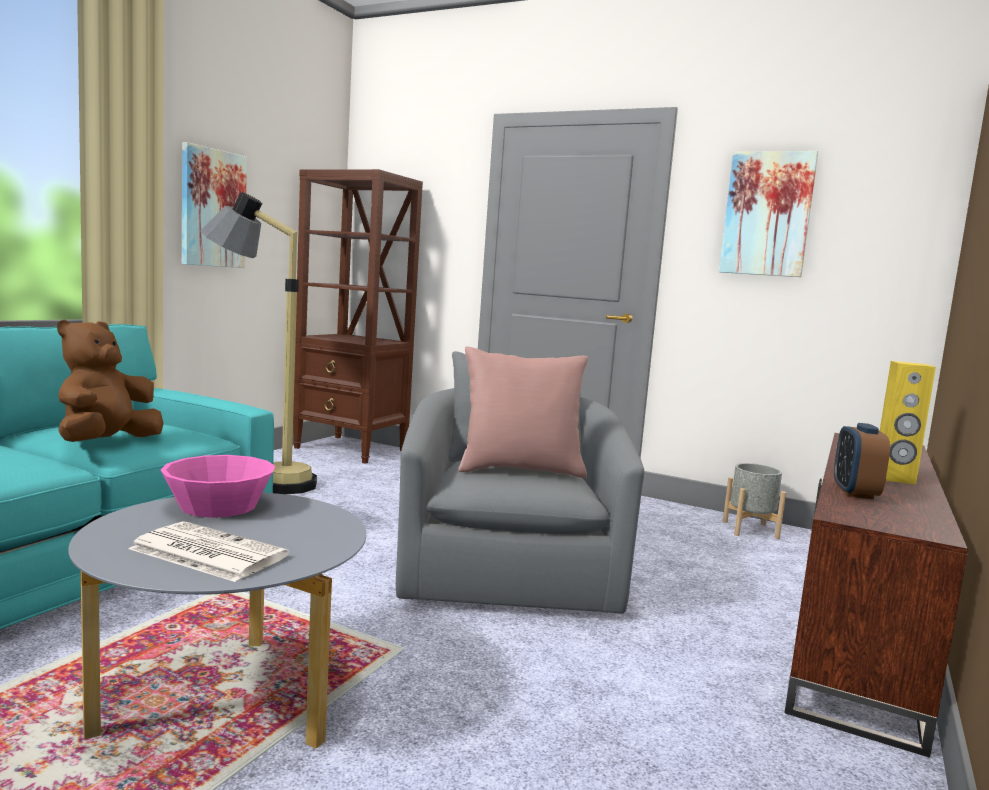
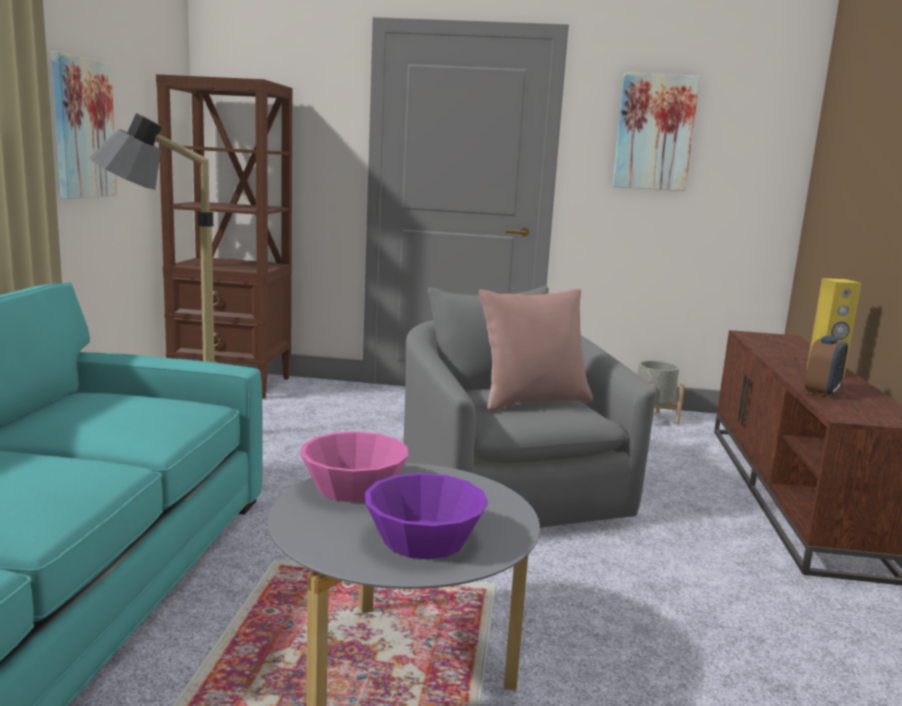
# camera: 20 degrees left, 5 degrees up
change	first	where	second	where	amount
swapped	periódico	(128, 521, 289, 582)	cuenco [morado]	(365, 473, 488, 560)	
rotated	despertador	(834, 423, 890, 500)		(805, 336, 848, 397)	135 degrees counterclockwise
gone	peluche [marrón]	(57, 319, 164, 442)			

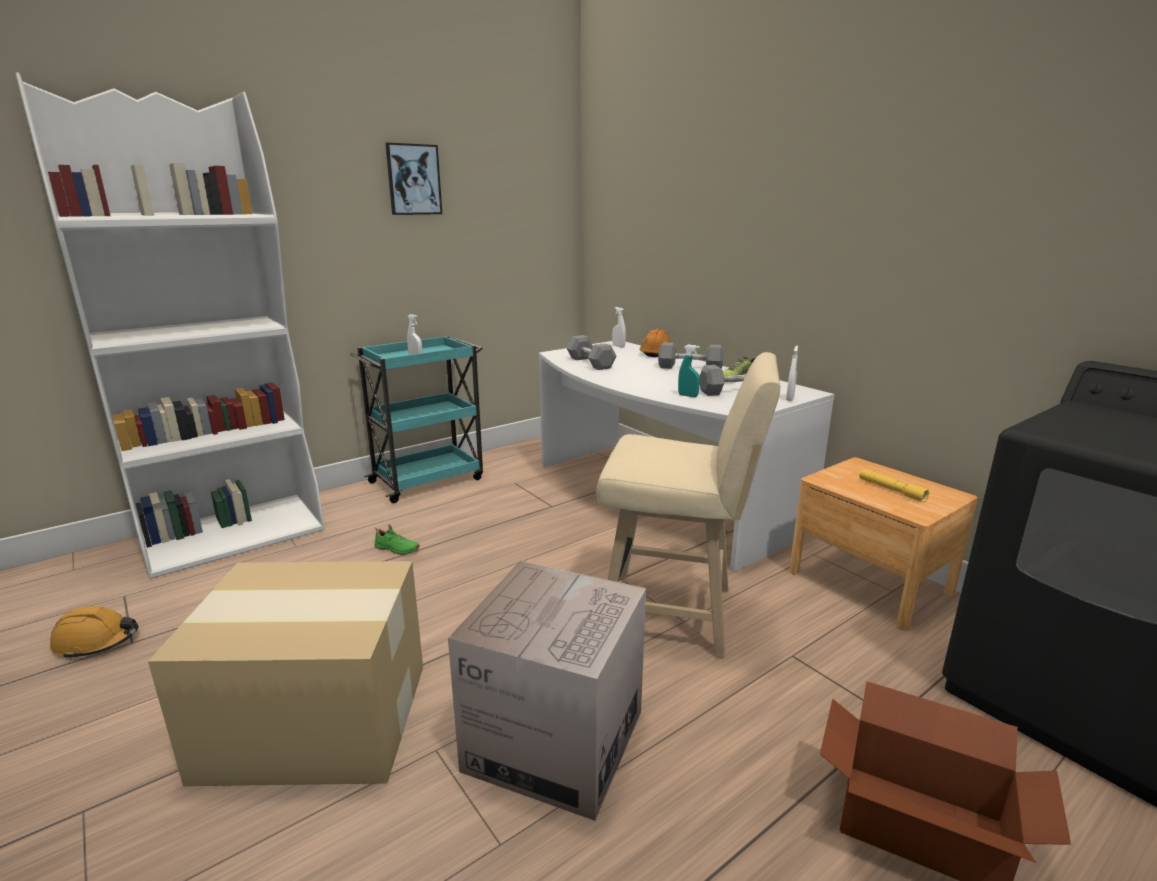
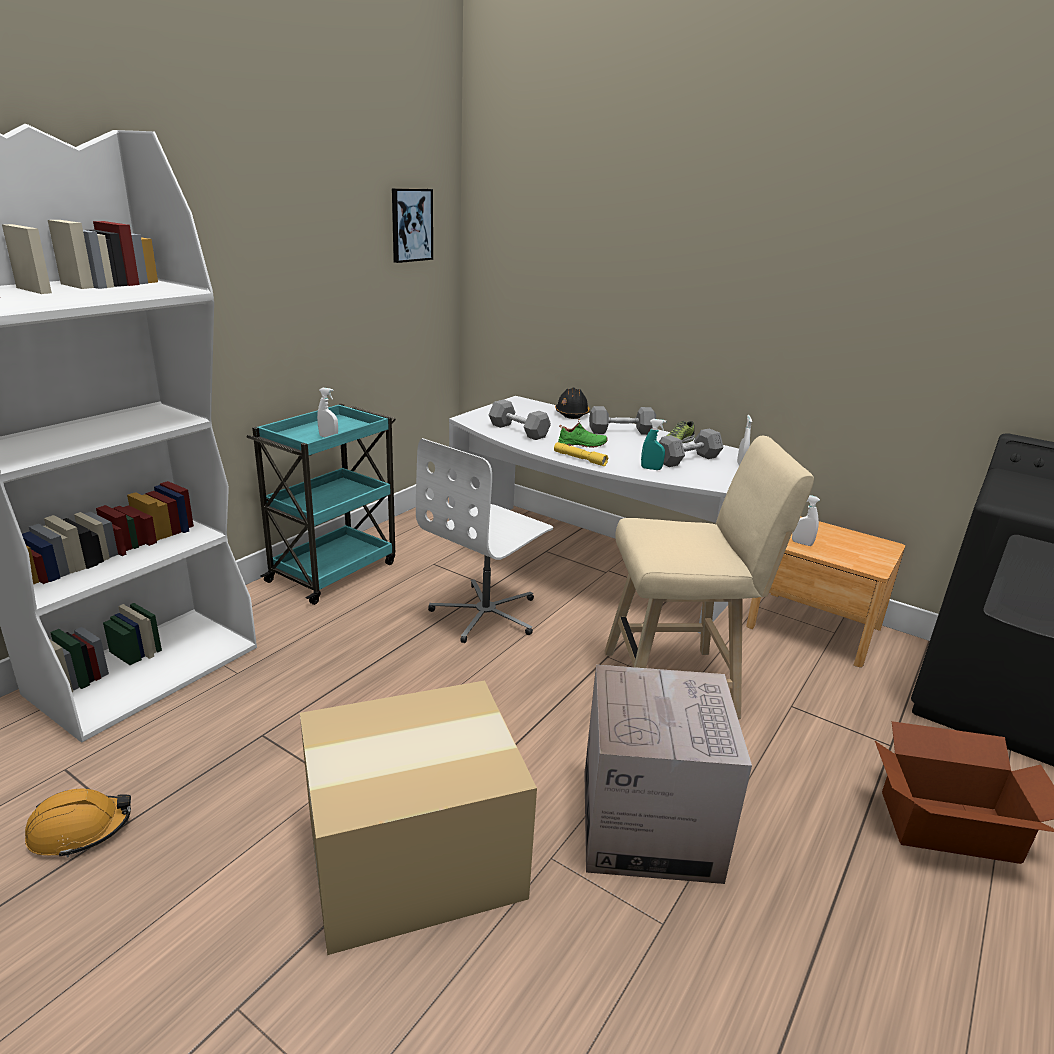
# camera: 20 degrees left, 5 degrees up
change	first	where	second	where	amount
shifted	cuadro	(385, 142, 442, 215)		(392, 188, 433, 263)	
new			silla de oficina [blanco]	(416, 438, 553, 643)	
shifted	linterna [amarillo]	(860, 469, 930, 503)		(554, 442, 608, 467)	
repainted	casco [naranja]	(640, 329, 671, 357)	casco [negro]	(555, 388, 590, 419)	
shifted	zapato [verde]	(374, 524, 420, 555)		(558, 419, 608, 448)	
shifted	pulverizador [blanco]	(612, 307, 626, 348)		(792, 495, 820, 546)	

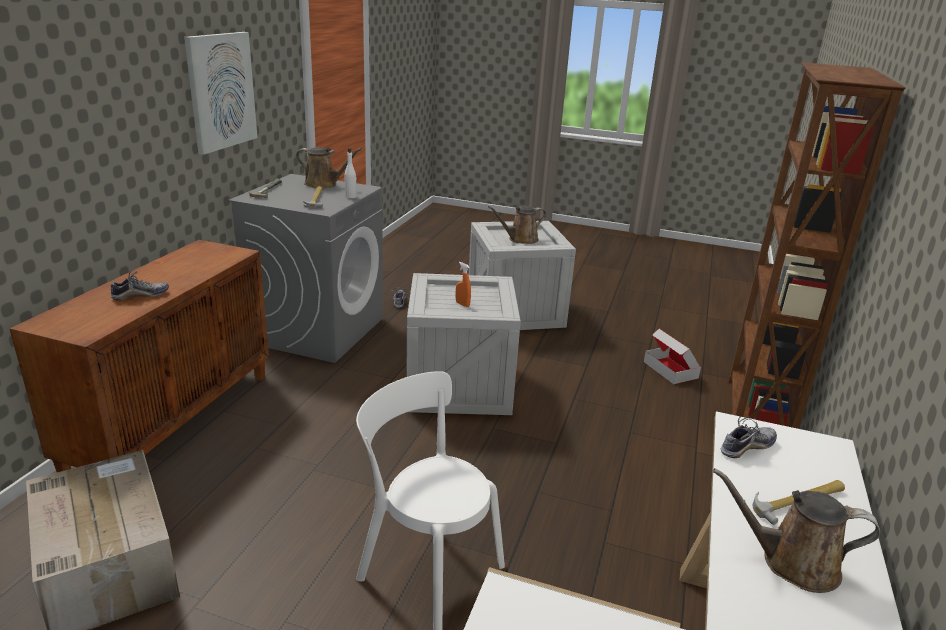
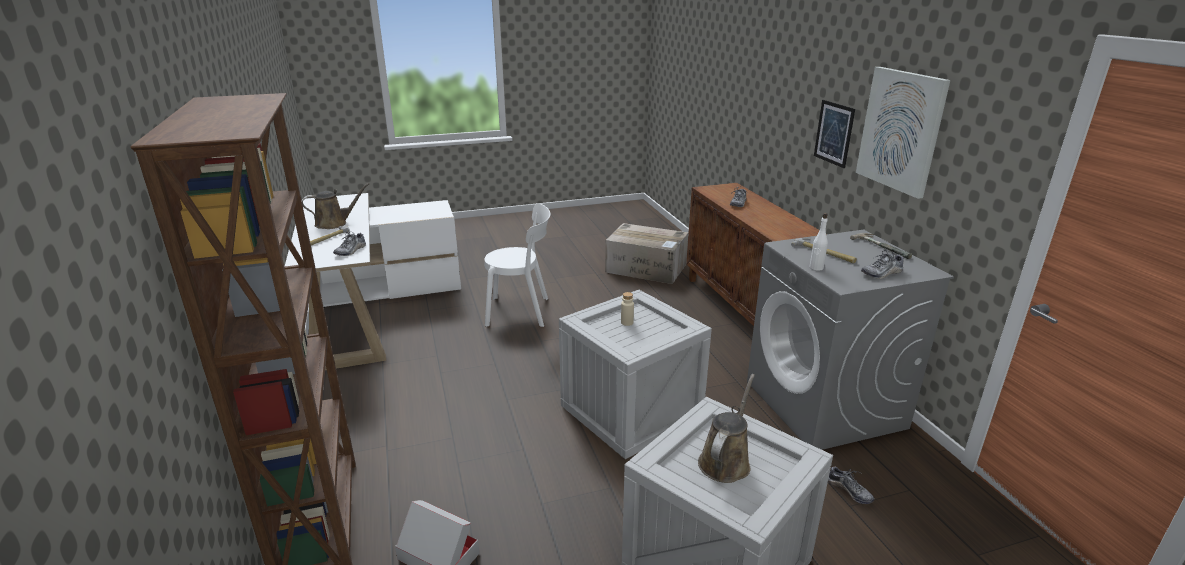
# camera: 145 degrees right, 0 degrees up
change	first	where	second	where	amount
swapped	pulverizador [naranja]	(456, 262, 471, 307)	botella [beis]	(621, 292, 634, 326)	
new			cuadro	(814, 100, 855, 168)	
swapped	regadera [marrón]	(296, 147, 362, 188)	zapato	(861, 250, 904, 279)	

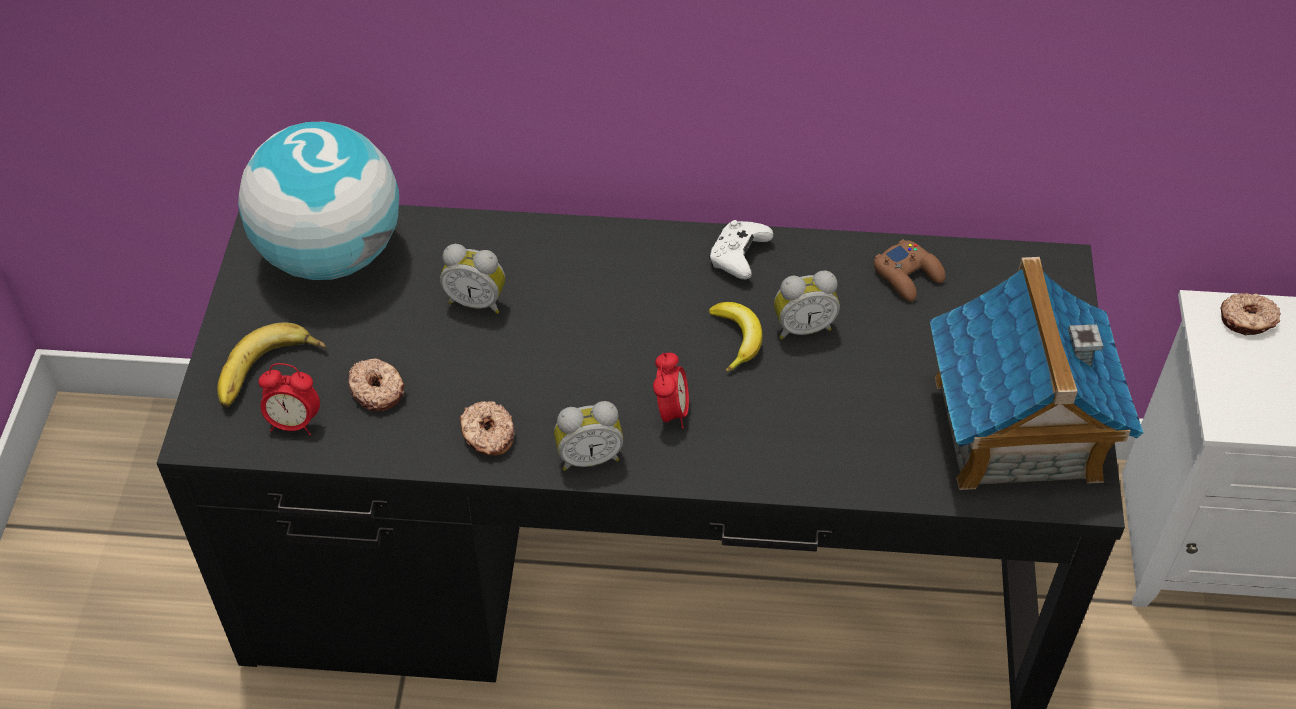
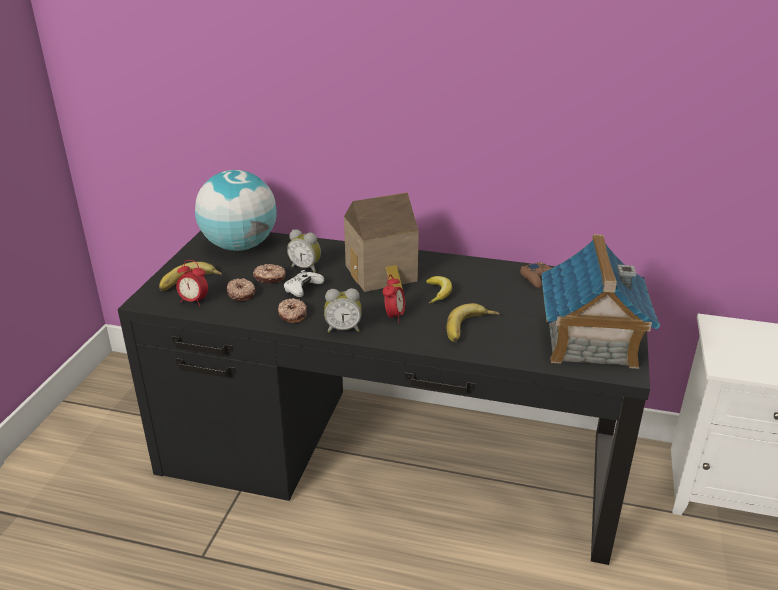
# camera: 10 degrees right, 20 degrees down
change	first	where	second	where	amount
shifted	rosquilla	(1220, 293, 1281, 335)		(253, 264, 286, 283)	
shifted	mando de consola [blanco]	(709, 220, 773, 280)		(283, 270, 324, 297)	
new			casita	(344, 192, 419, 292)	
new			plátano	(447, 303, 500, 342)	
gone	despertador	(774, 271, 840, 339)			

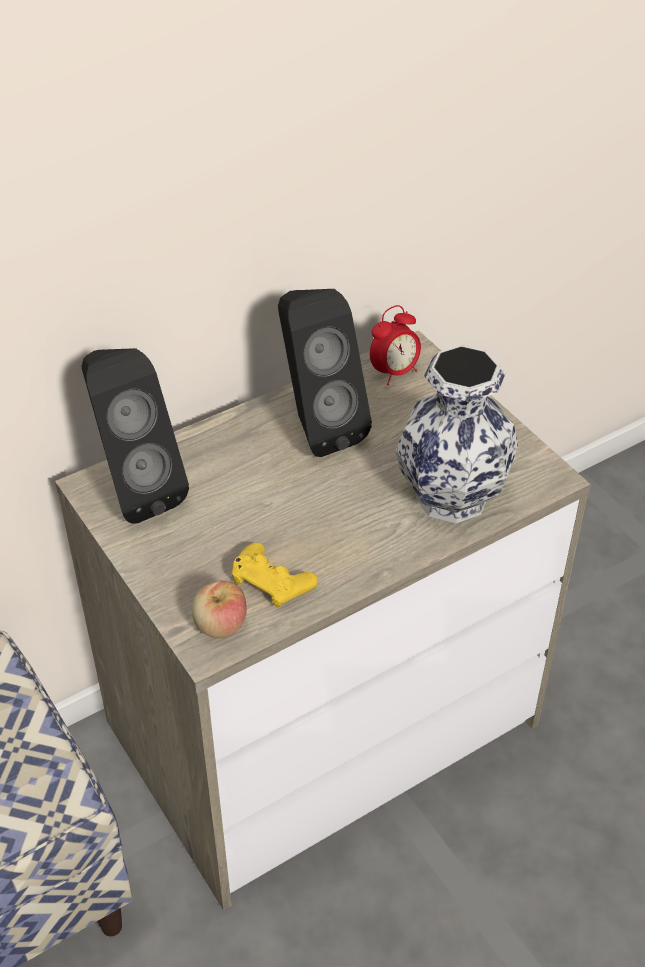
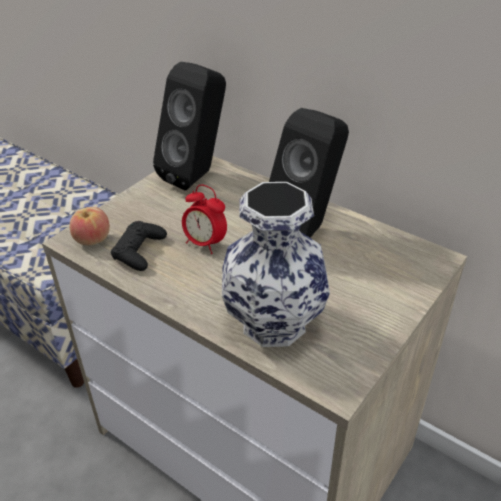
# camera: 70 degrees right, 5 degrees down
change	first	where	second	where	amount
repainted	mando de consola [amarillo]	(232, 543, 318, 608)	mando de consola [negro]	(111, 221, 167, 271)	
shifted	despertador	(370, 305, 421, 385)		(182, 185, 227, 254)	

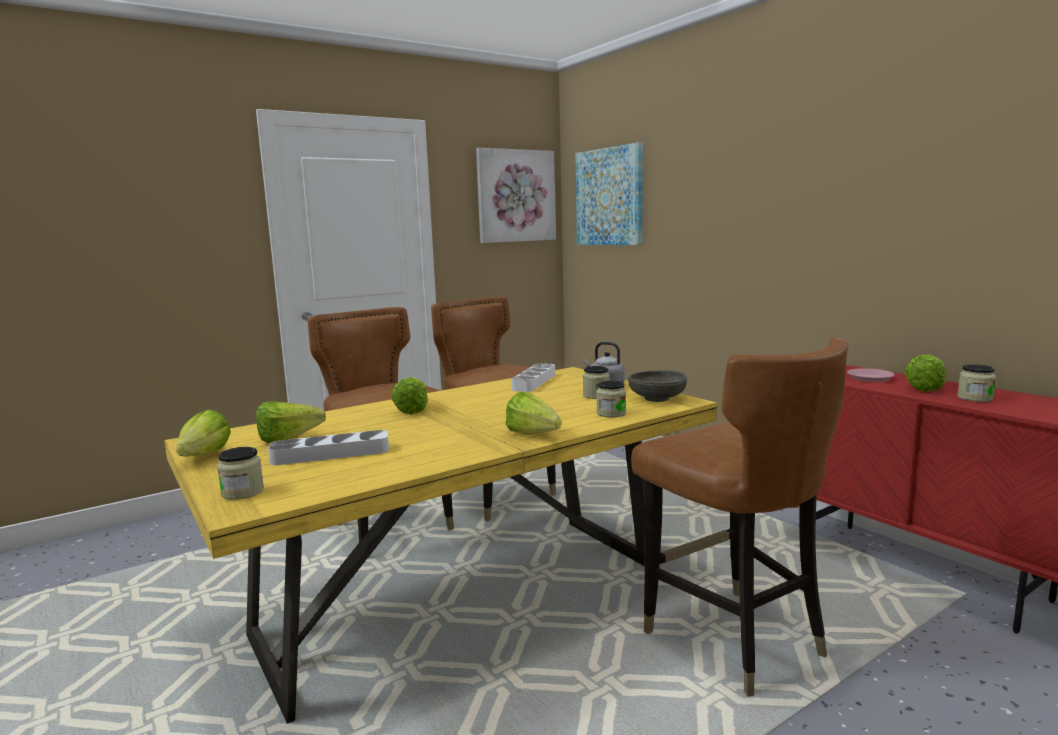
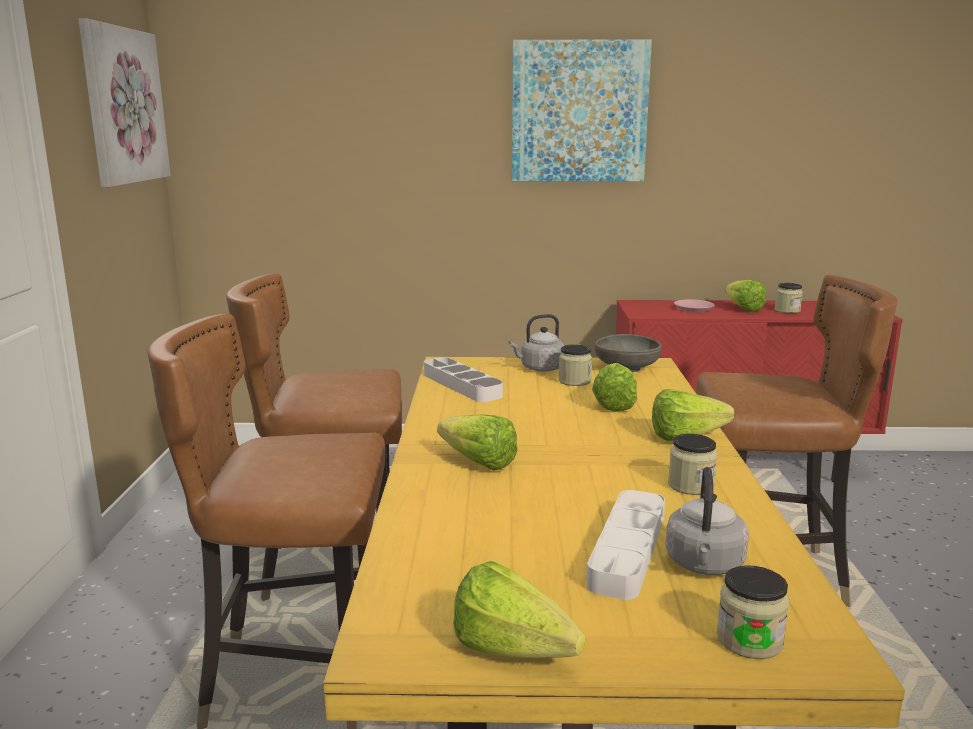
# camera: 55 degrees left, 5 degrees up
change	first	where	second	where	amount
shifted	cuadro	(575, 142, 643, 245)		(512, 40, 652, 181)	
shifted	lechuga	(256, 402, 326, 443)		(592, 363, 637, 412)	
new			hervidor [gris]	(665, 467, 749, 575)	
shifted	tarro	(596, 380, 626, 418)		(668, 434, 717, 495)	

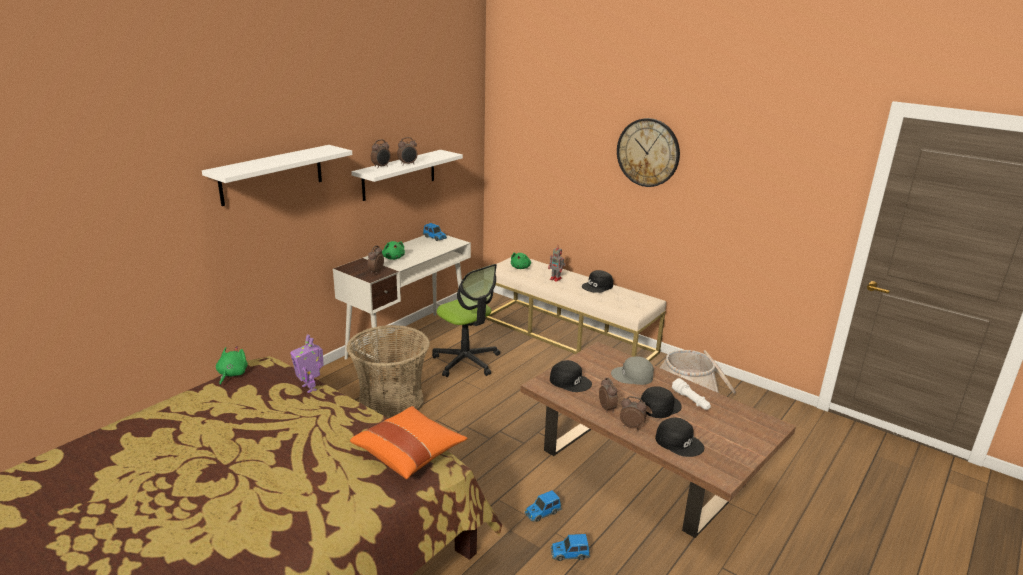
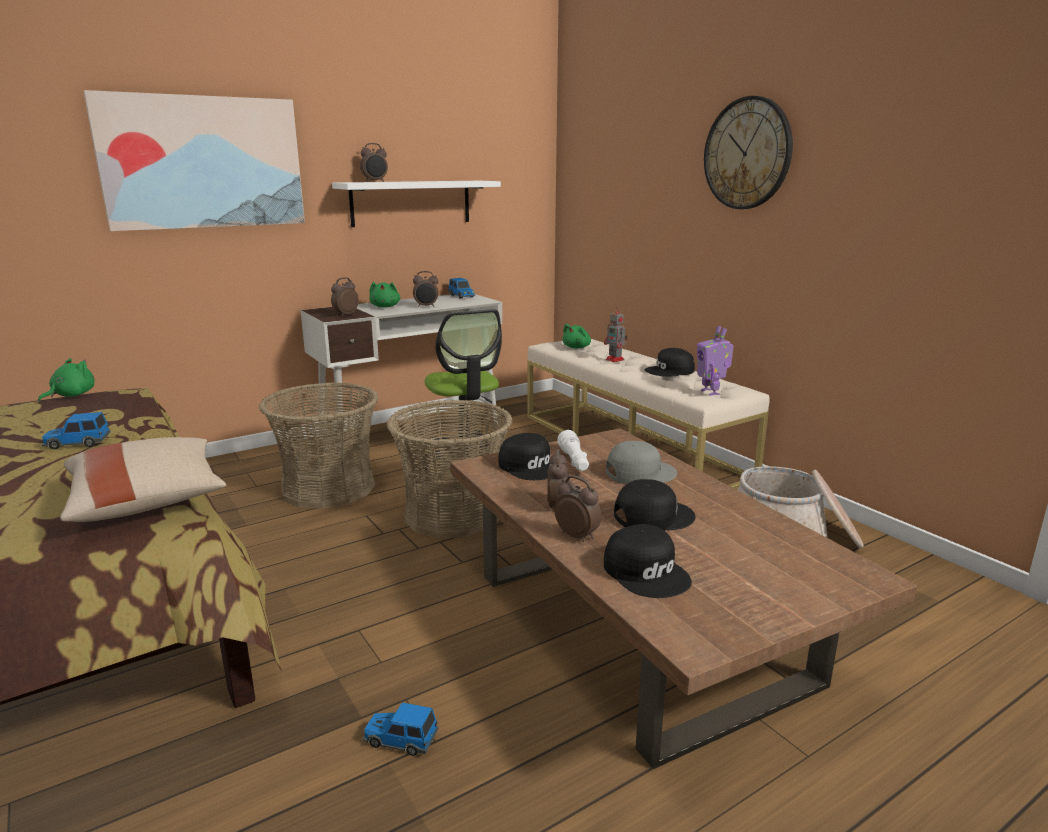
# camera: 20 degrees right, 5 degrees down
change	first	where	second	where	amount
shifted	coche de juguete	(524, 490, 561, 522)		(42, 412, 110, 450)	
repainted	cojín [naranja]	(350, 406, 467, 479)	cojín [beis]	(60, 437, 226, 522)	
swapped	estante [blanco]	(202, 145, 352, 206)	cuadro	(83, 90, 305, 231)	
new			cesta	(387, 400, 513, 538)	
shifted	despertador	(397, 137, 418, 165)		(413, 271, 439, 308)	
shifted	linterna [blanco]	(672, 378, 711, 410)		(557, 430, 589, 471)	
rotated	gorra [gris]	(611, 356, 654, 385)		(606, 441, 677, 485)	135 degrees clockwise
shifted	robot de juguete	(290, 335, 324, 393)		(697, 326, 734, 396)	

